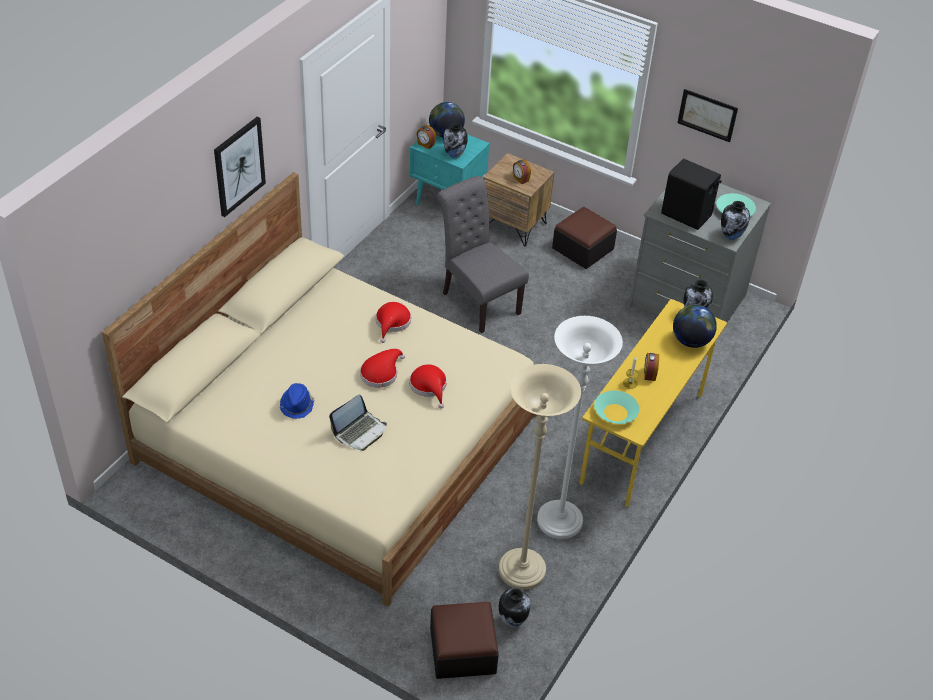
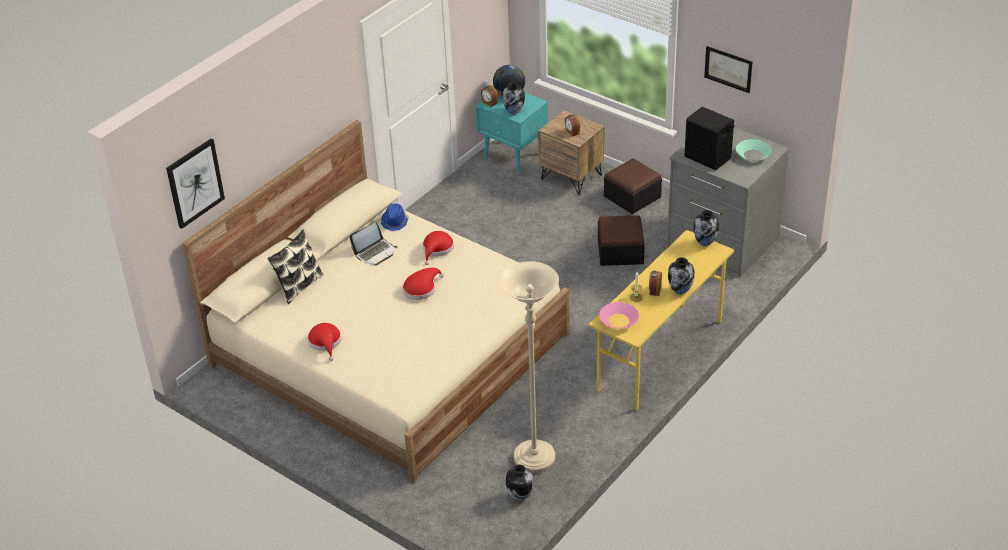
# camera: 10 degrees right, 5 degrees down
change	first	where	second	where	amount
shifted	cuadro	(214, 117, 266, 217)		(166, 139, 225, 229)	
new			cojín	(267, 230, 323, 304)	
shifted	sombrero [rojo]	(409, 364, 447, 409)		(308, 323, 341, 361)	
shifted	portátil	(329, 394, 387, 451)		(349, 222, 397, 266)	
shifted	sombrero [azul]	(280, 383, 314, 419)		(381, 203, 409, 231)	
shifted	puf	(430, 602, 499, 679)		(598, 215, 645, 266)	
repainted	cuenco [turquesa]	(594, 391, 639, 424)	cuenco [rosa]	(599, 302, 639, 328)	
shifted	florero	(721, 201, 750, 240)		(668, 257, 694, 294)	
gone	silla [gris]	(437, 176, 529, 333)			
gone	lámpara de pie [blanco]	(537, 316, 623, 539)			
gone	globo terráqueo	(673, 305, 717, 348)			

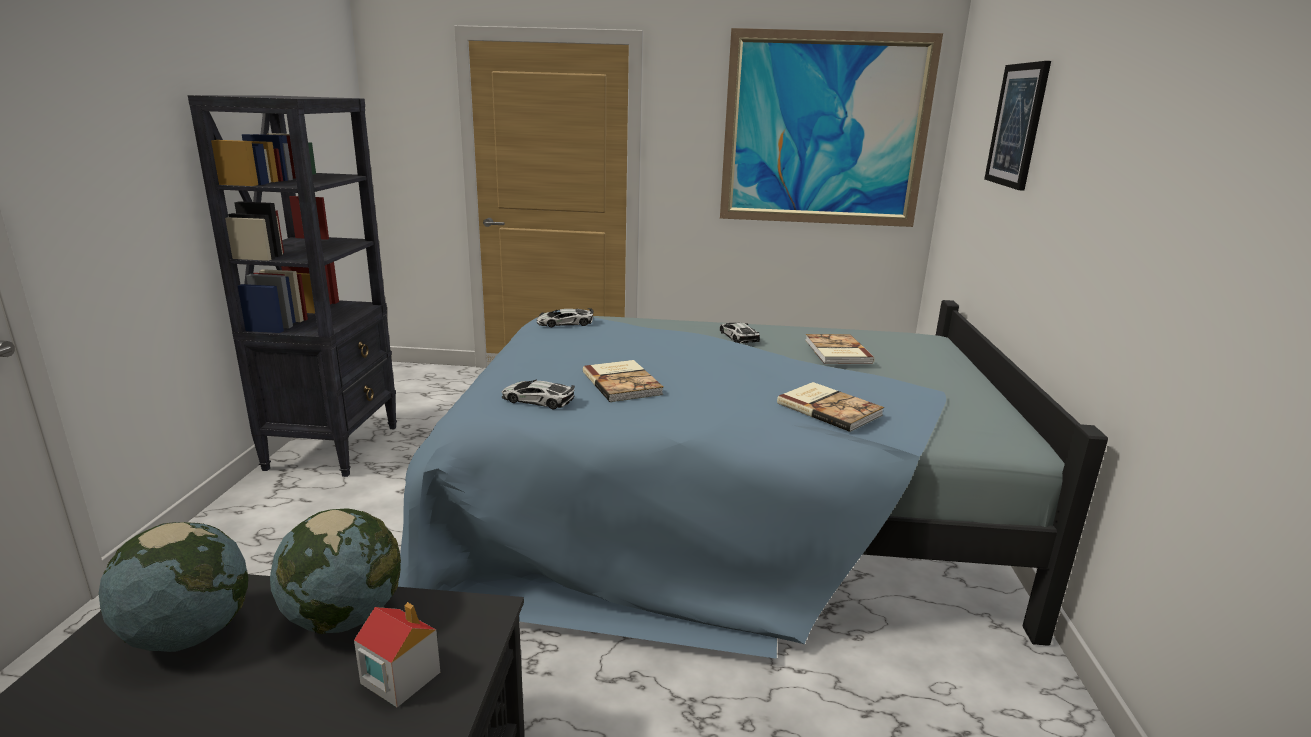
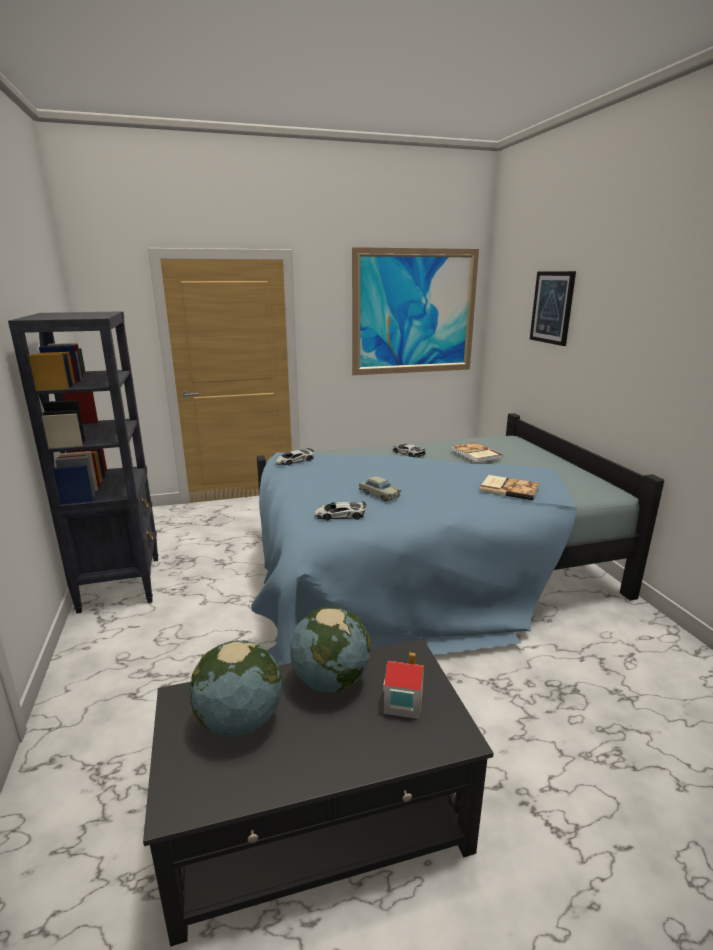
# camera: 20 degrees left, 0 degrees up
change	first	where	second	where	amount
swapped	libro	(583, 360, 664, 402)	coche de juguete [beis]	(359, 476, 401, 502)	

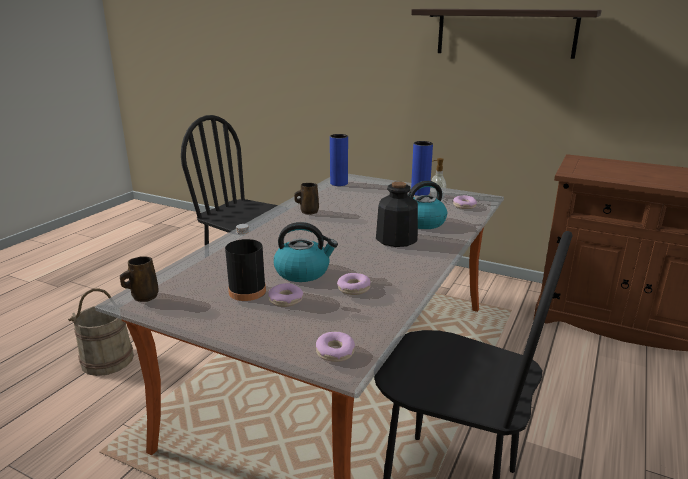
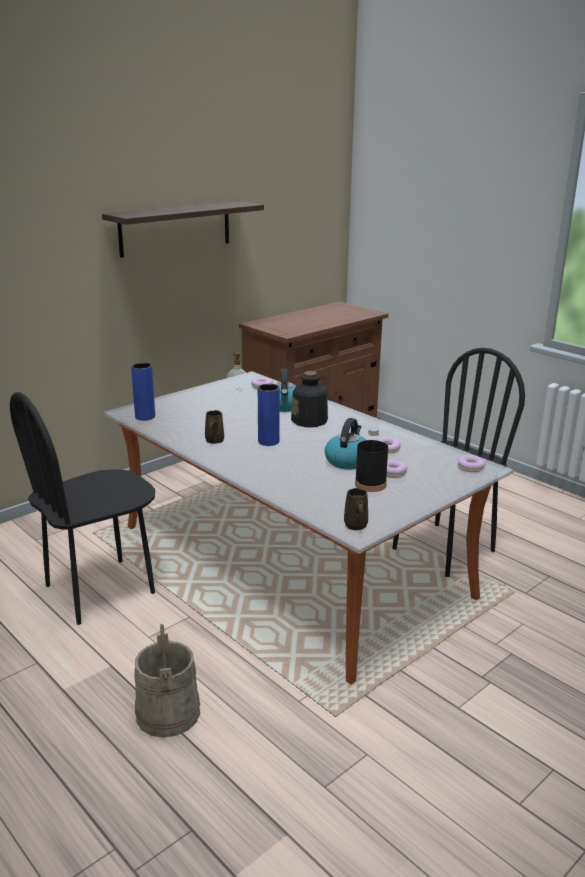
# camera: 70 degrees left, 0 degrees up
change	first	where	second	where	amount
shifted	florero [azul]	(411, 141, 433, 196)		(258, 384, 280, 446)	

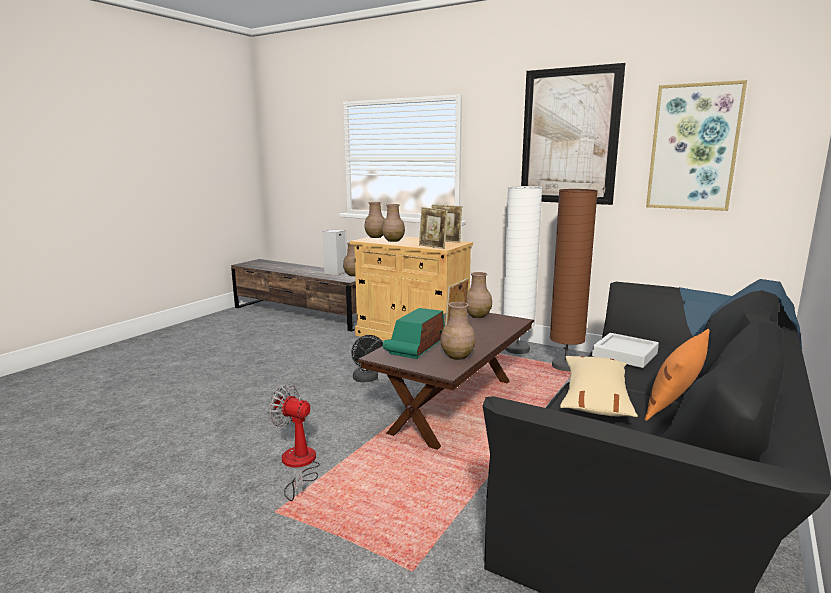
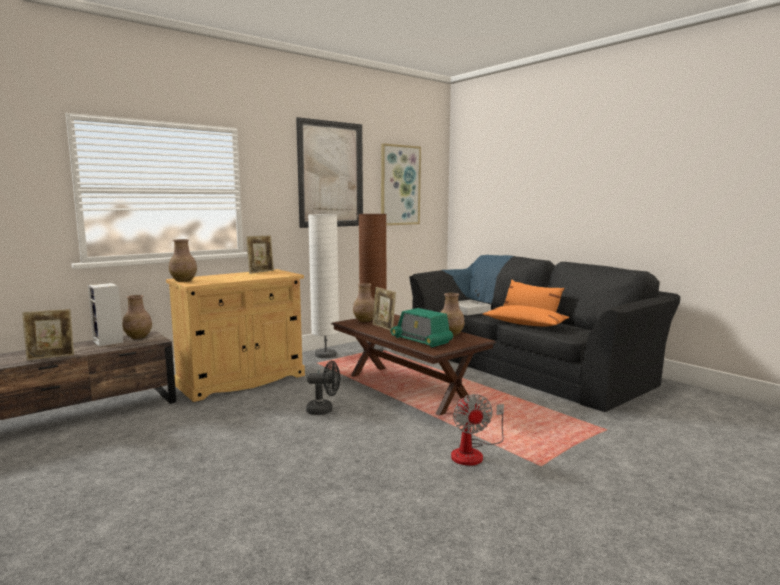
# camera: 70 degrees left, 5 degrees down
change	first	where	second	where	amount
shifted	portarretratos	(419, 207, 448, 249)		(22, 309, 74, 360)	
rotated	ventilador	(268, 384, 320, 501)		(451, 394, 504, 466)	60 degrees counterclockwise
repainted	cojín [beis]	(560, 356, 638, 417)	cojín [naranja]	(483, 305, 570, 327)	
gone	florero [marrón]	(382, 204, 405, 242)			

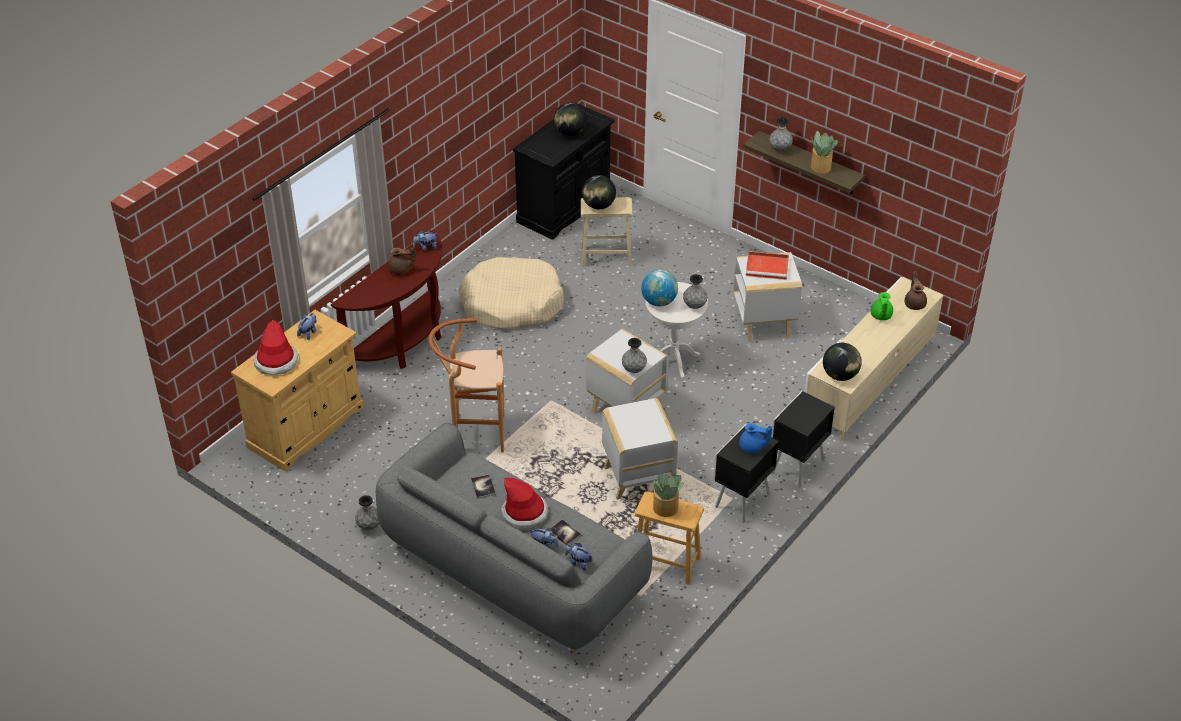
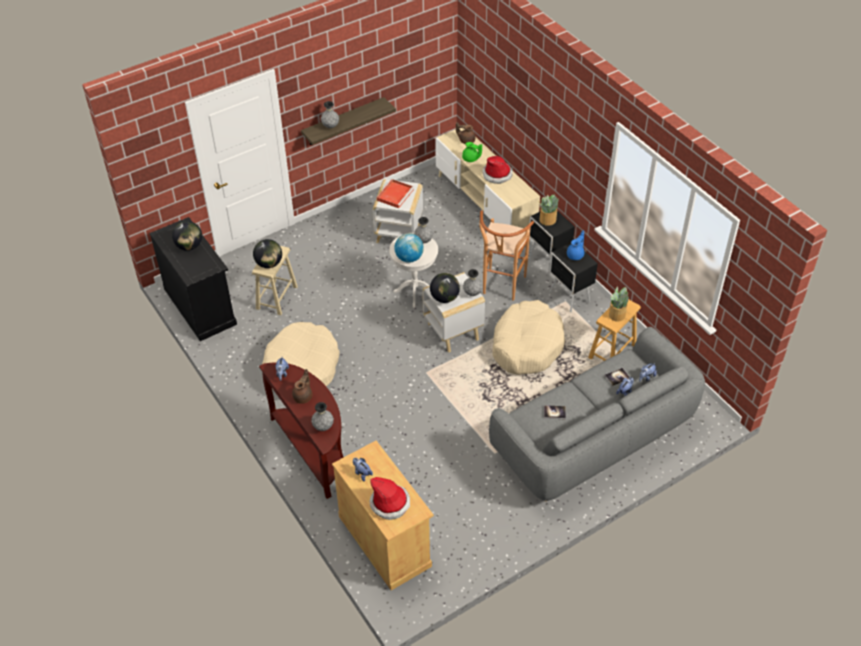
# camera: 70 degrees left, 5 degrees up
change	first	where	second	where	amount
shifted	florero [gris]	(355, 495, 379, 531)		(311, 402, 334, 431)	
shifted	globo terráqueo	(823, 343, 862, 381)		(430, 273, 460, 303)	
shifted	taburete [marrón]	(428, 318, 504, 453)		(479, 210, 534, 301)	
shifted	sombrero	(501, 478, 548, 529)		(483, 156, 513, 184)	
swapped	mesa auxiliar [blanco]	(602, 398, 678, 500)	cama para perro [beis]	(492, 300, 565, 375)	
shifted	planta en maceta	(811, 131, 838, 174)		(538, 195, 559, 226)	

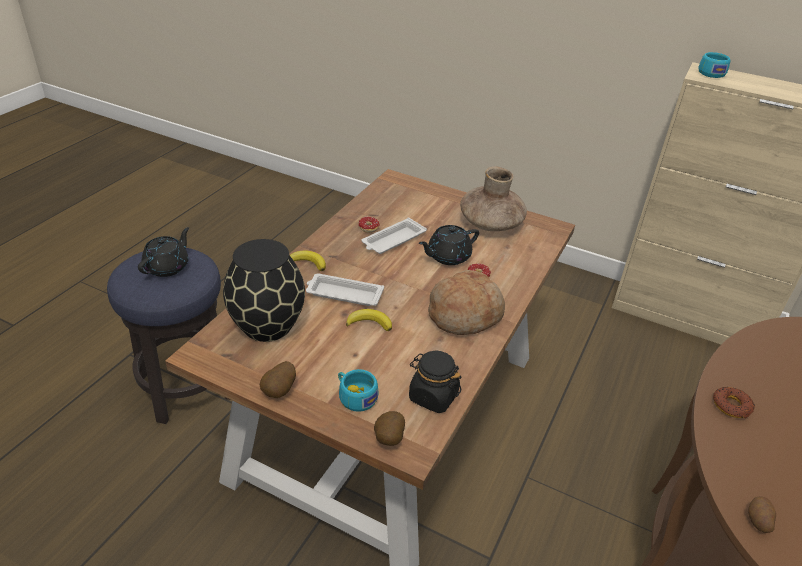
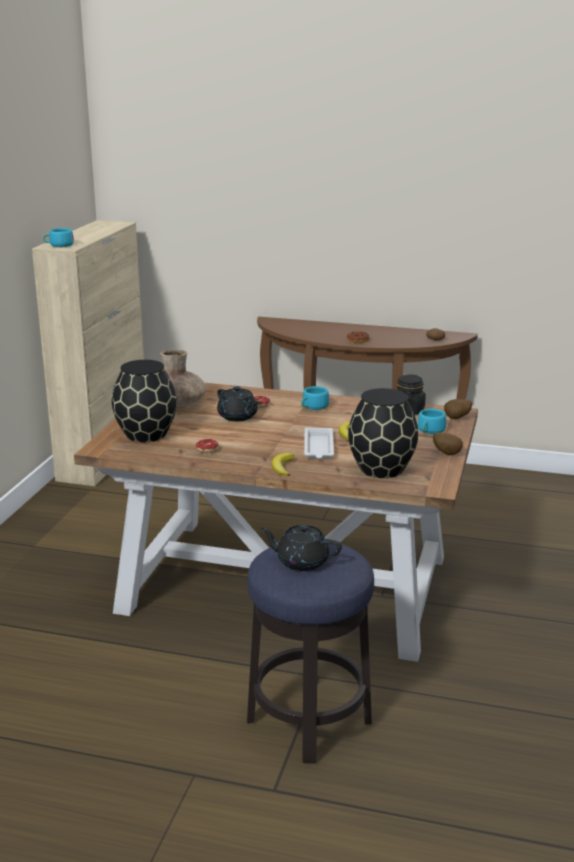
# camera: 100 degrees left, 15 degrees down
change	first	where	second	where	amount
new			florero [negro]	(112, 360, 177, 443)	
swapped	pan	(428, 270, 505, 335)	taza [turquesa]	(301, 386, 329, 410)	
gone	bandeja [blanco]	(361, 218, 427, 254)			

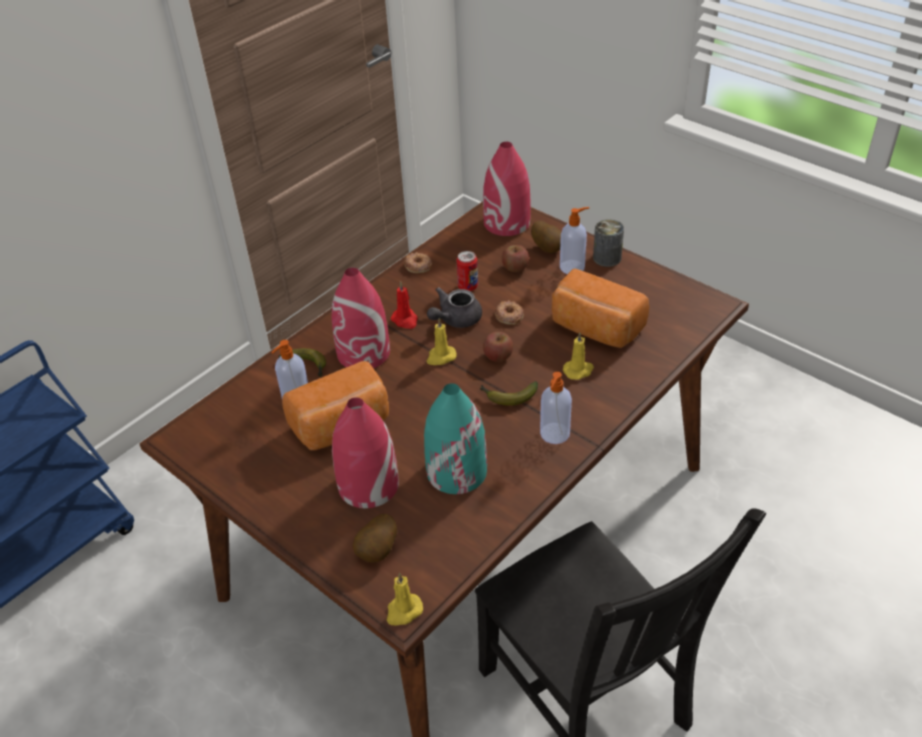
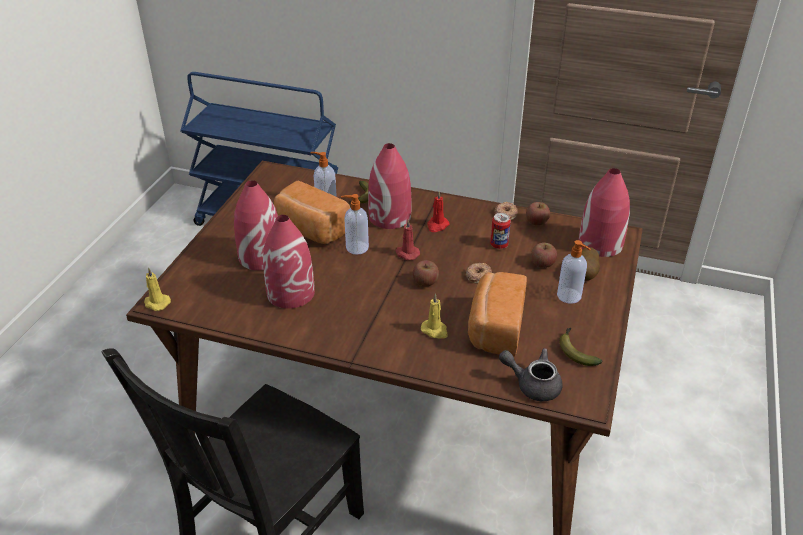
# camera: 65 degrees right, 5 degrees down
change	first	where	second	where	amount
repainted	florero [turquesa]	(424, 383, 487, 494)	florero [rojo]	(263, 215, 315, 309)	
shifted	dispensador de jabón	(540, 372, 572, 444)		(341, 194, 369, 255)	
repainted	vela [amarillo]	(427, 318, 457, 365)	vela [rojo]	(395, 219, 420, 260)	
shifted	tetera [gris]	(427, 287, 482, 328)		(499, 348, 563, 401)	
new			manzana	(526, 202, 550, 226)	
shifted	plátano	(480, 381, 538, 406)		(559, 328, 603, 366)	
gone	patata	(352, 514, 397, 562)			
gone	lata	(593, 219, 624, 267)			

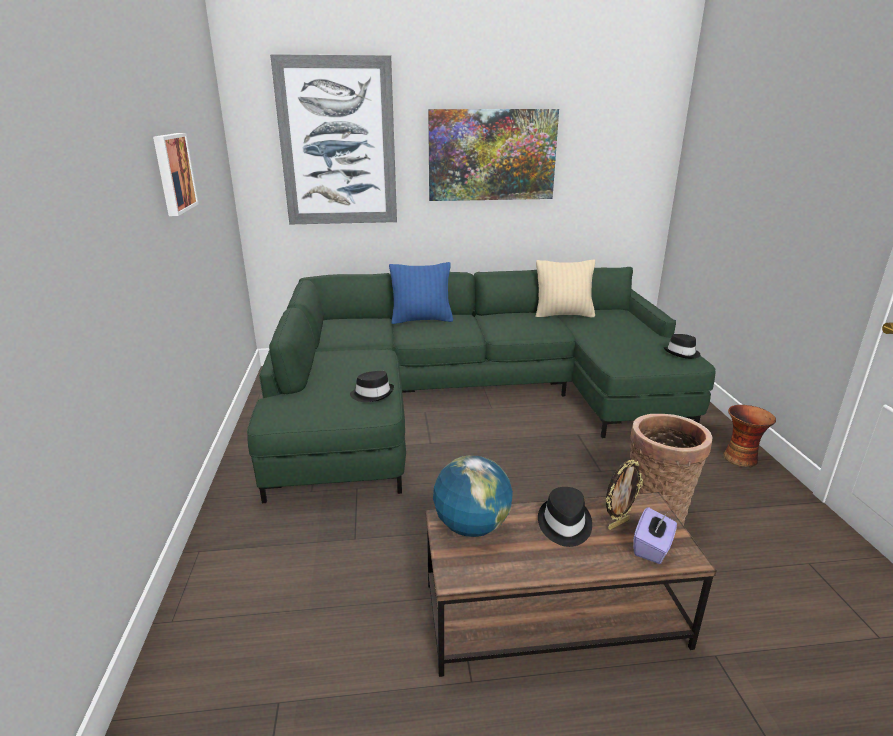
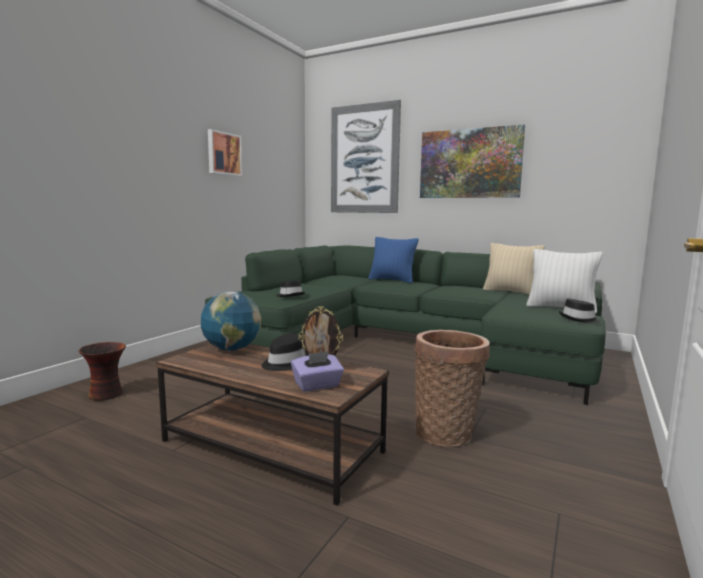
# camera: 35 degrees right, 15 degrees down
change	first	where	second	where	amount
shifted	florero	(724, 405, 776, 467)		(79, 342, 126, 401)	
new			cojín [blanco]	(526, 249, 603, 314)	

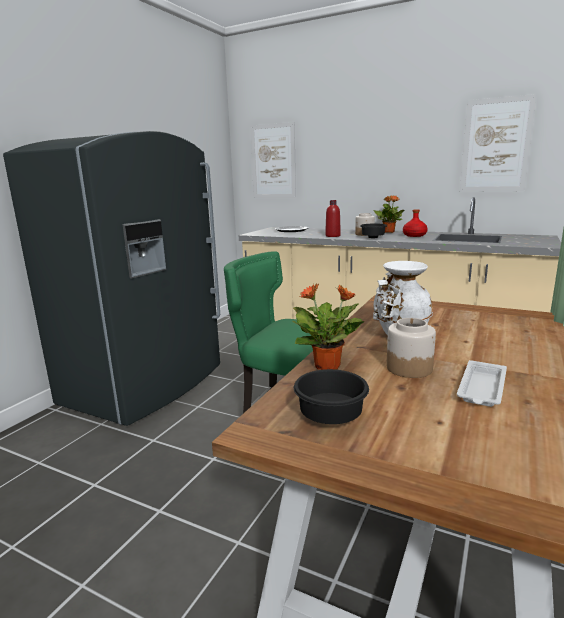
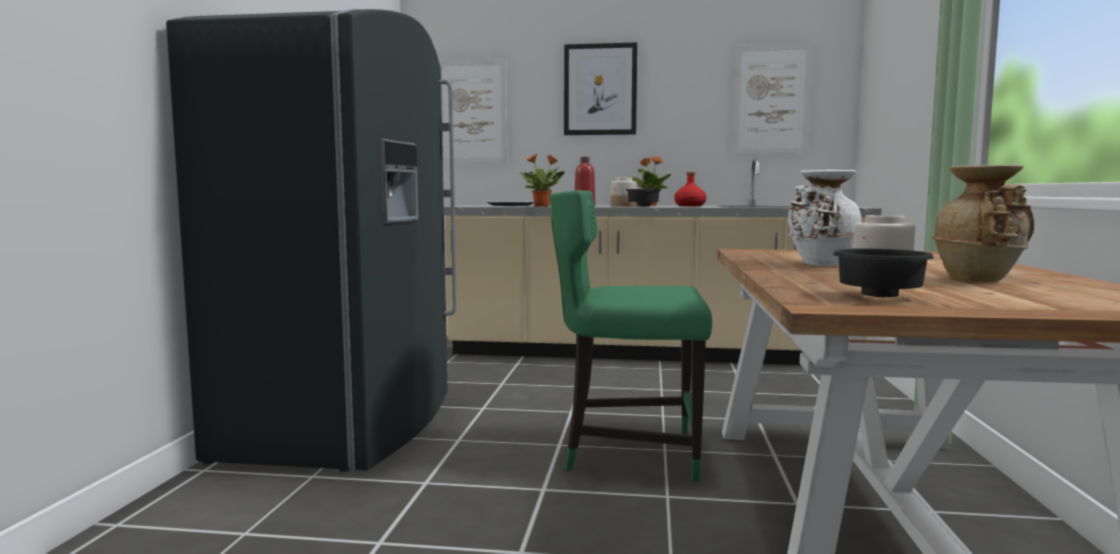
# camera: 20 degrees left, 10 degrees down
change	first	where	second	where	amount
shifted	planta en maceta	(292, 283, 365, 370)		(520, 154, 565, 207)	
new			cuadro	(564, 42, 637, 135)	
swapped	bandeja [blanco]	(457, 360, 507, 407)	florero [beis]	(932, 165, 1034, 282)	

